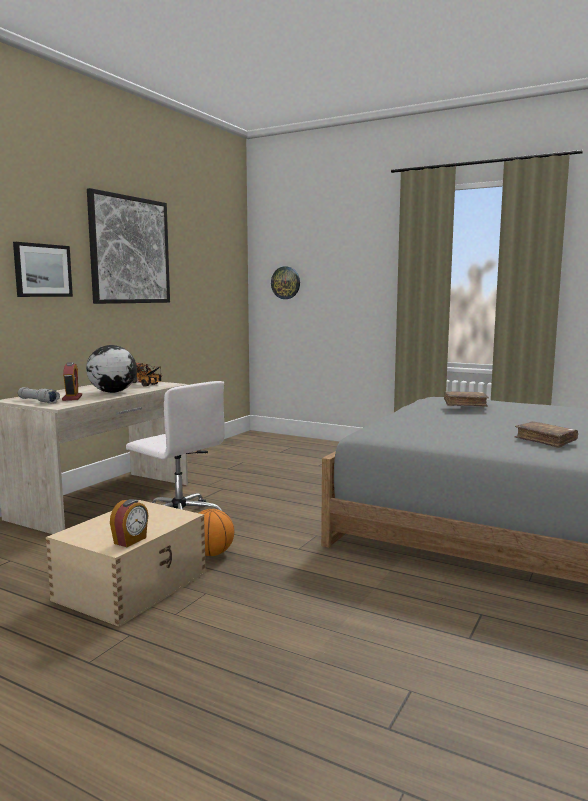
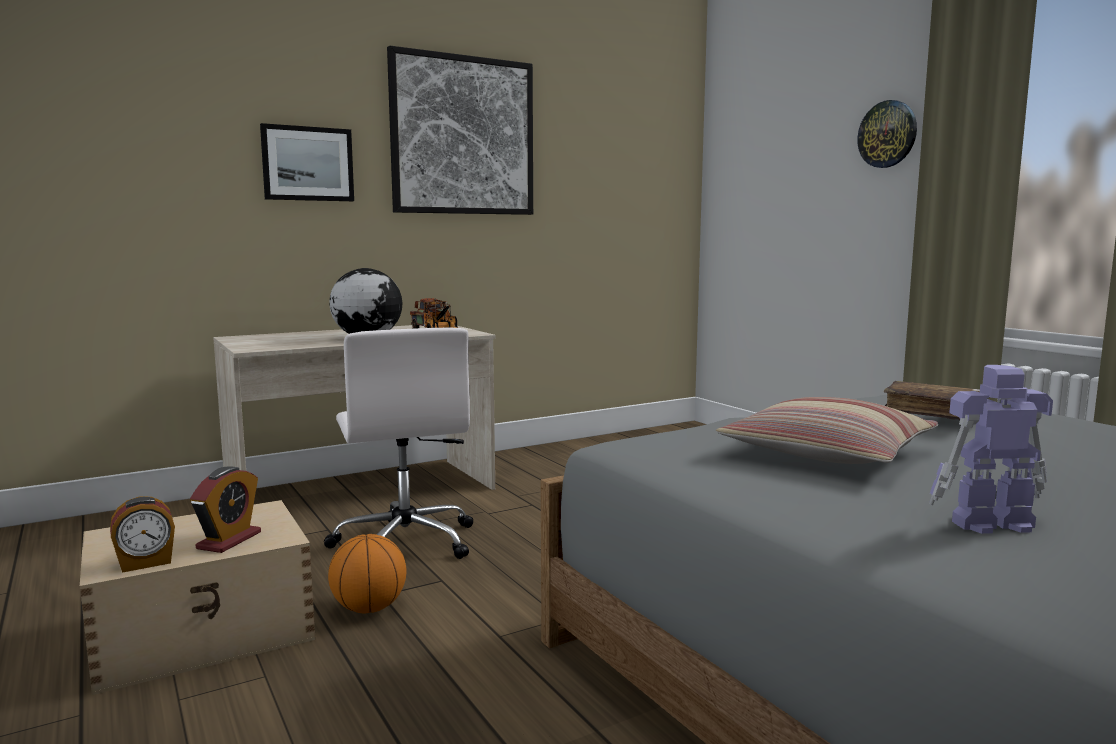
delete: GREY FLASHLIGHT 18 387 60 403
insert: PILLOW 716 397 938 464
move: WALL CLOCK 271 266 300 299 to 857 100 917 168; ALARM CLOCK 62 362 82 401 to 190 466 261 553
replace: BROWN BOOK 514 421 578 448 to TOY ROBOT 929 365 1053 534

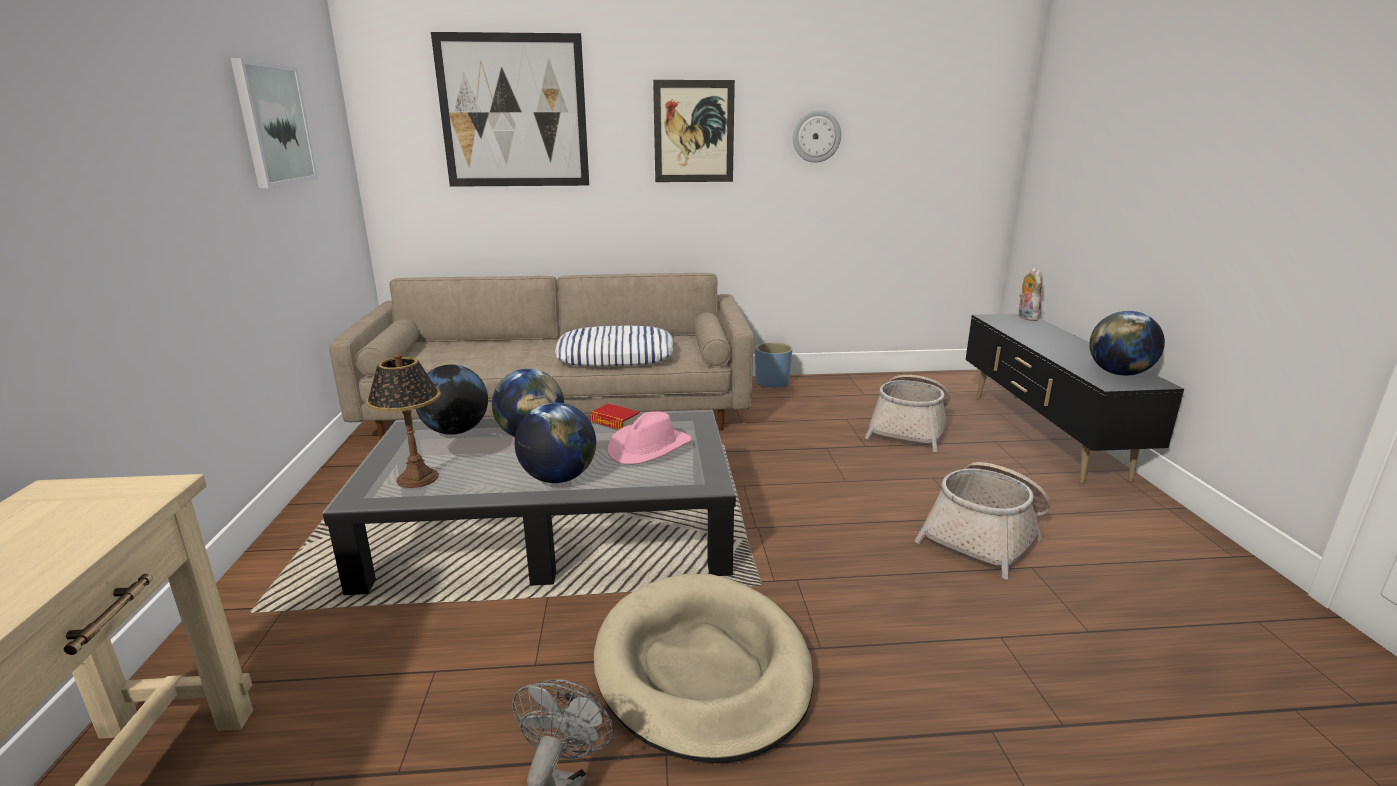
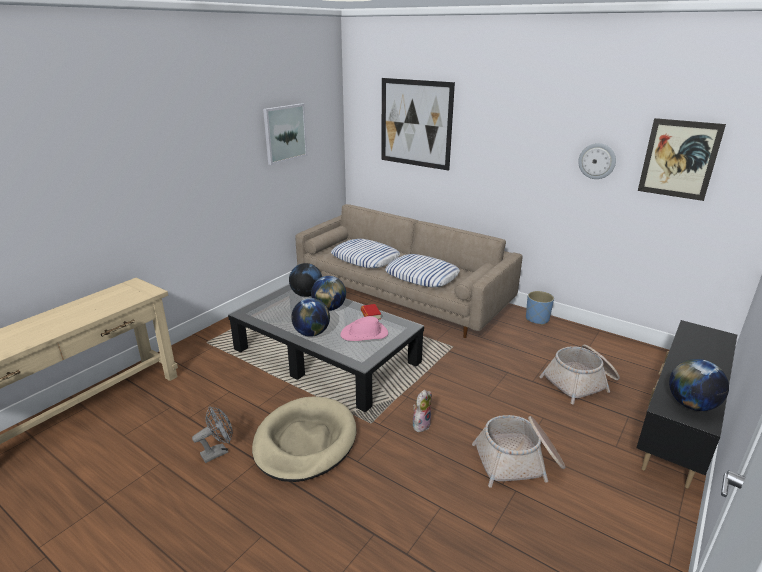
delete: TABLE LAMP 366 352 441 488
insert: PILLOW 331 239 400 268
move: PICTURE 653 80 735 182 to 638 118 726 201; PLUSH TOY 1019 268 1042 321 to 413 390 432 432

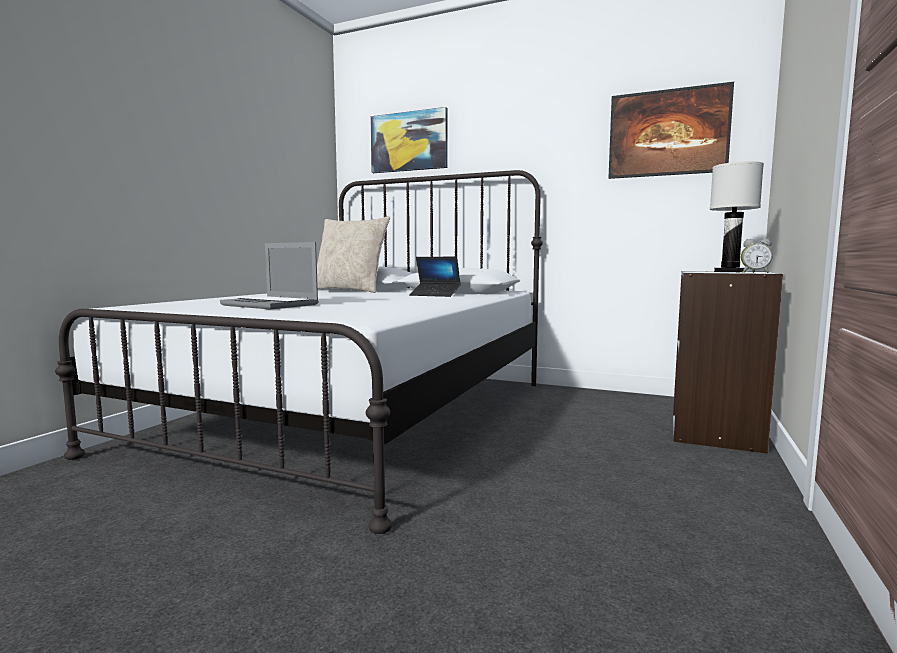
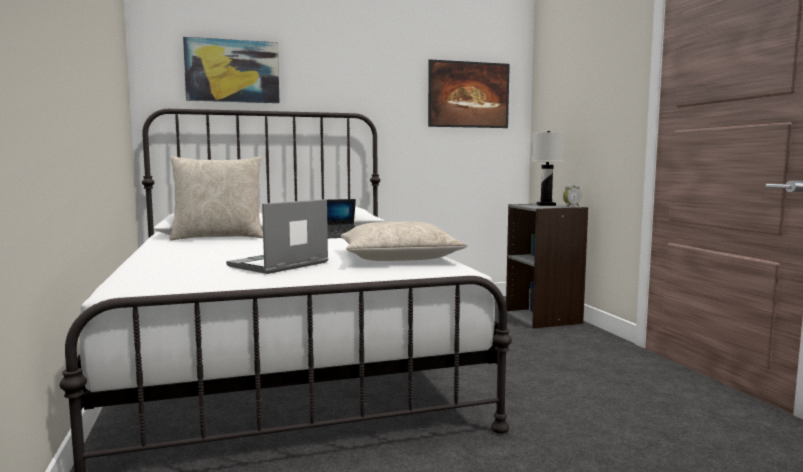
insert: BEIGE PILLOW 340 222 467 261
rotate: LAPTOP 220 242 319 309 = 226 199 329 274 135 degrees clockwise

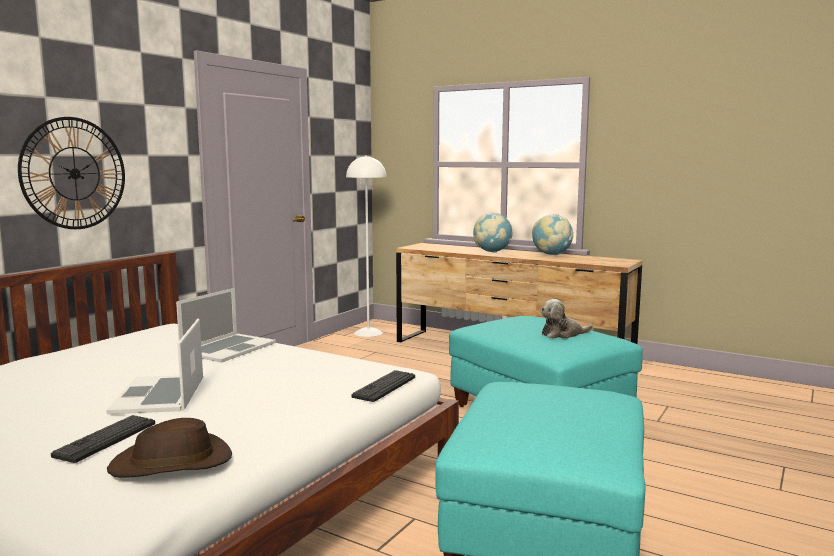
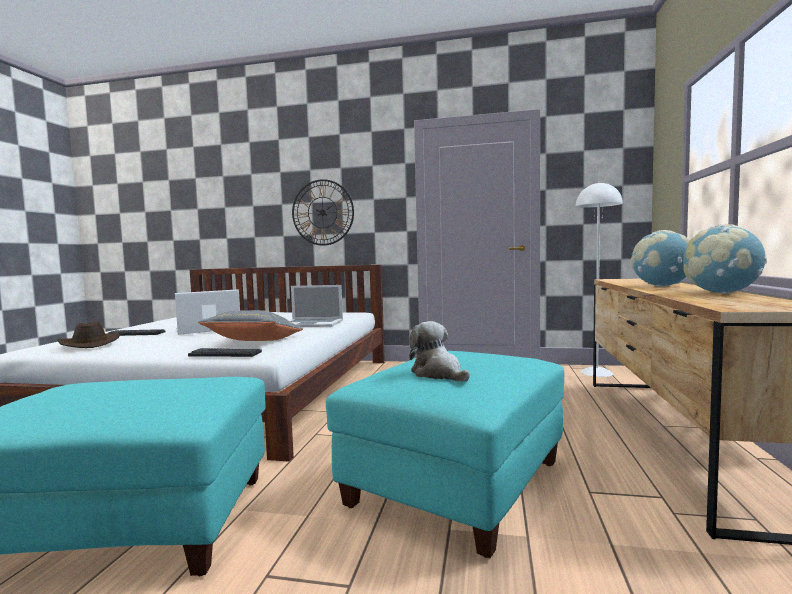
insert: GREY PILLOW 198 310 303 341

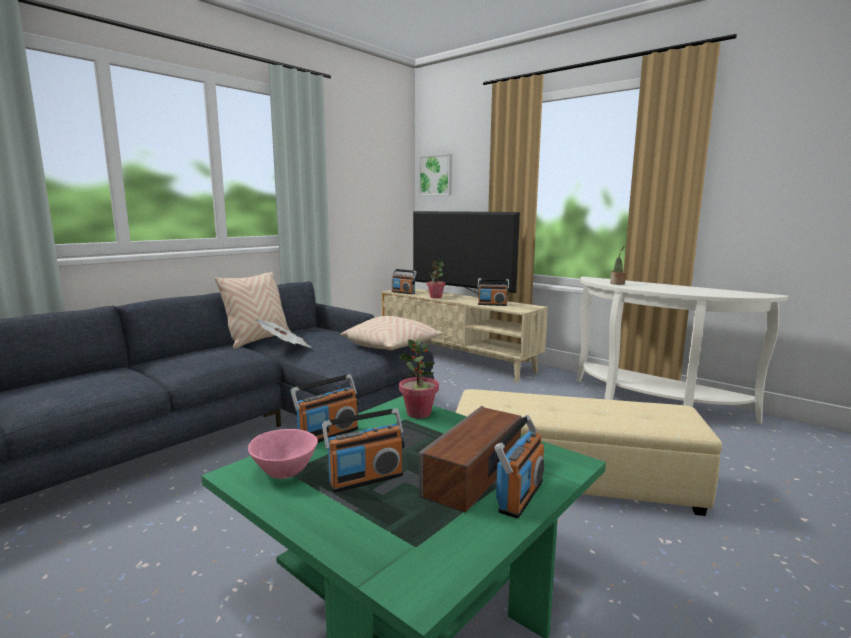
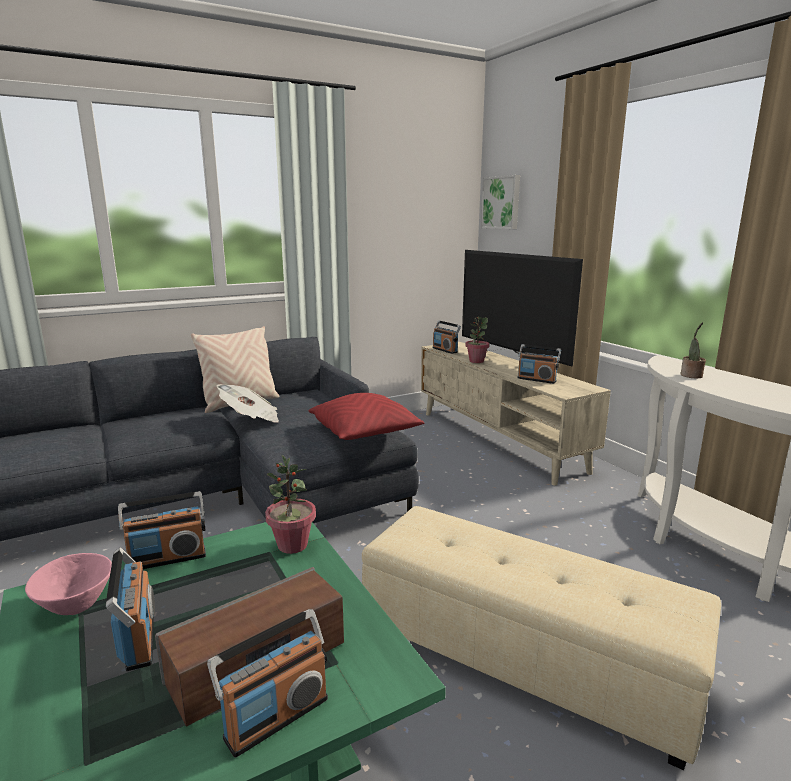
recolor: BEIGE PILLOW 341 316 443 350 to RED PILLOW 308 393 425 440
rotate: RADIO 322 408 404 493 = 106 548 155 671 105 degrees counterclockwise

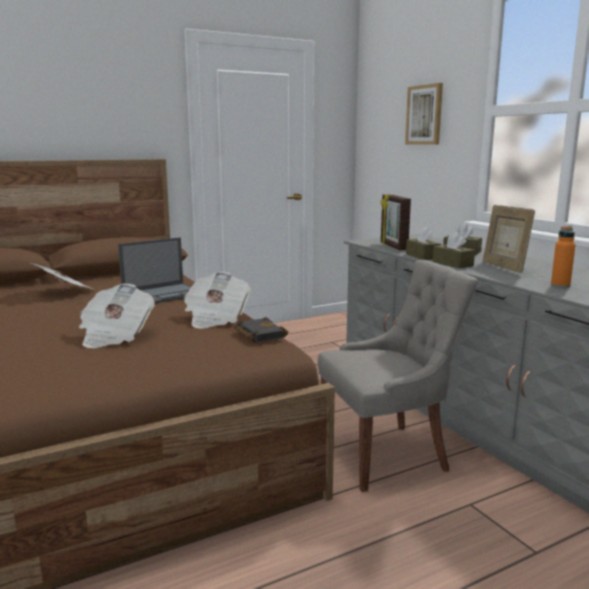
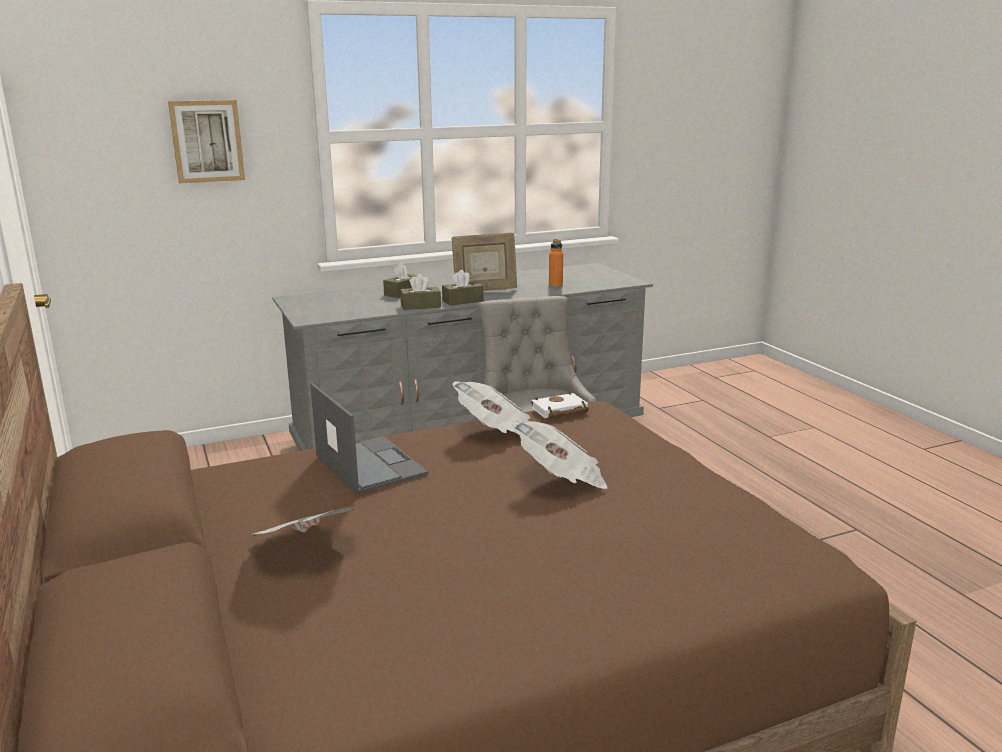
delete: PICTURE FRAME 381 194 411 250
recolor: BLACK BOOK 234 317 289 343 to WHITE BOOK 531 391 589 419

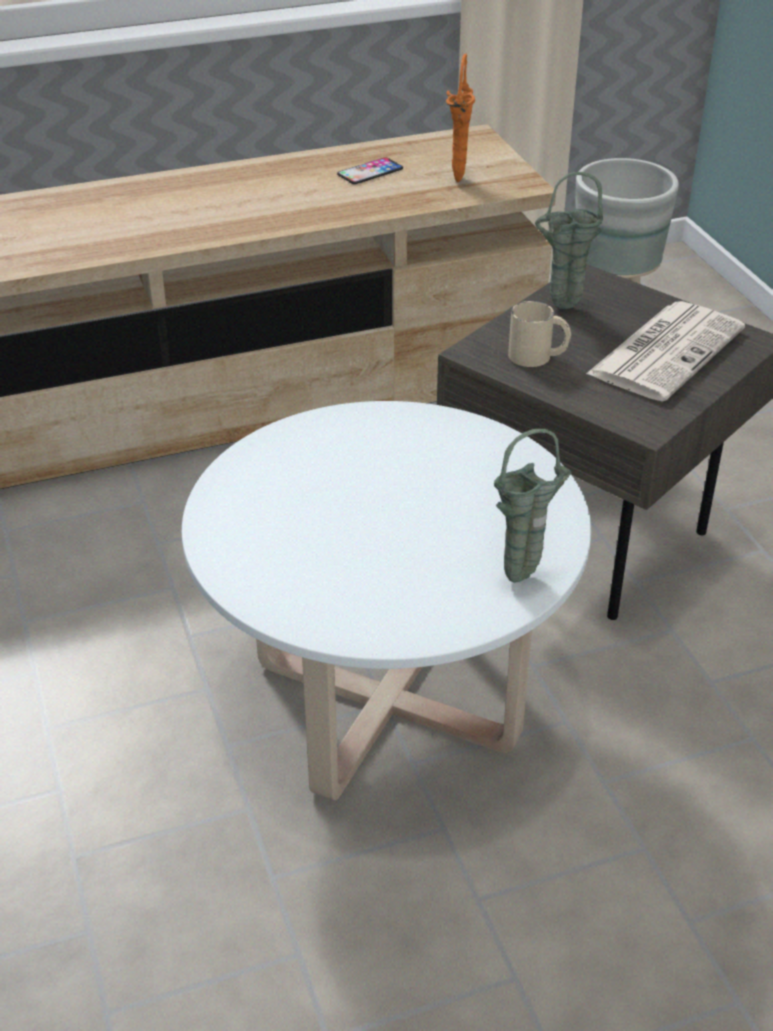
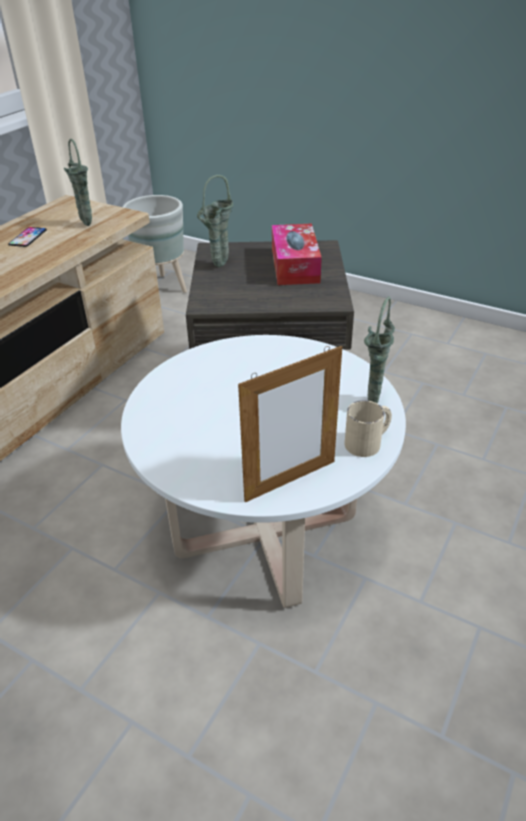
insert: PICTURE FRAME 238 346 342 503
move: BEIGE MUG 508 301 571 367 to 345 400 392 457
replace: NEWSPAPER 586 301 745 402 to TISSUE BOX 272 224 322 285
recolor: ORANGE VASE 446 54 475 182 to GREEN VASE 64 139 92 226

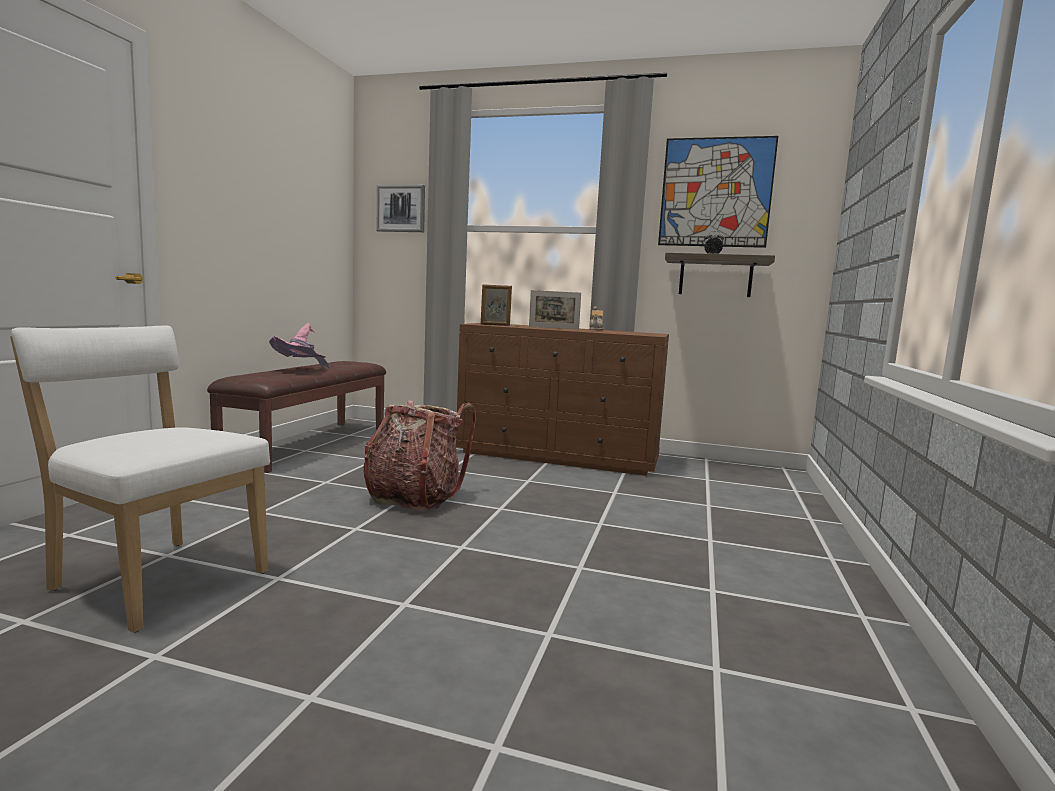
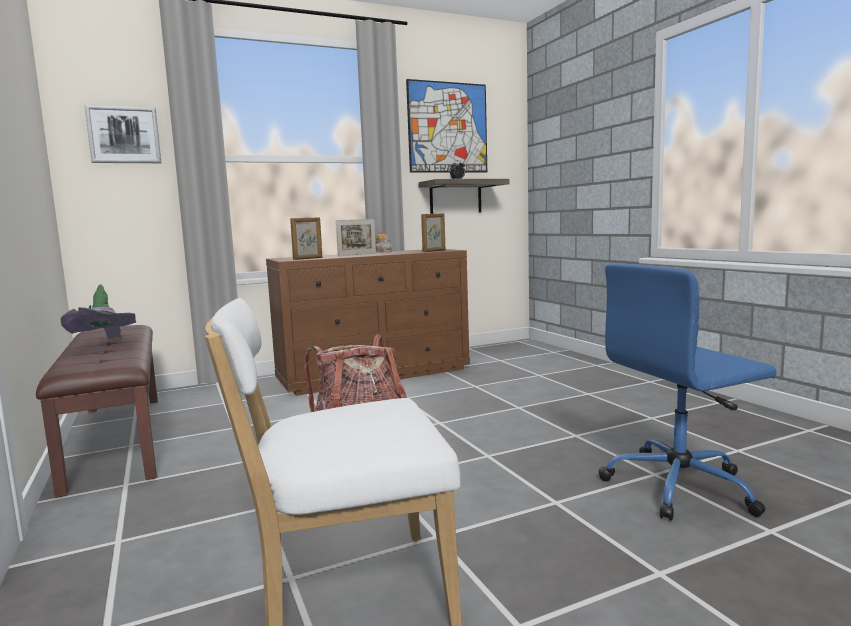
insert: PICTURE FRAME 421 213 445 252; BLUE OFFICE CHAIR 598 263 777 521
recolor: PINK HAT 269 323 330 368 to GREEN HAT 61 285 136 339

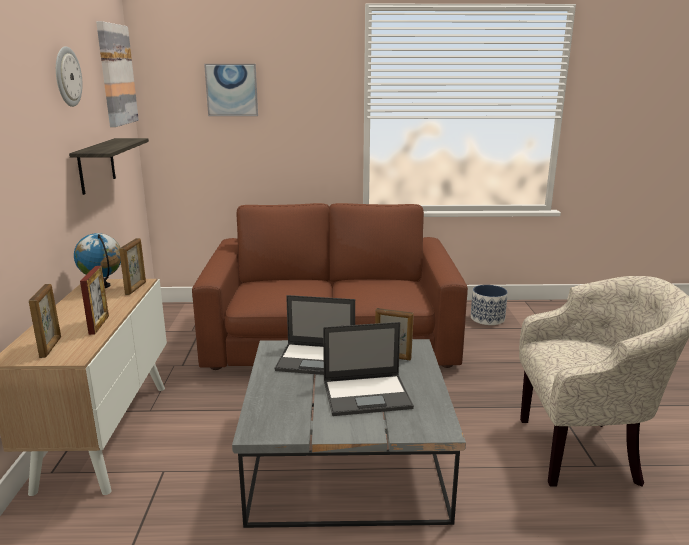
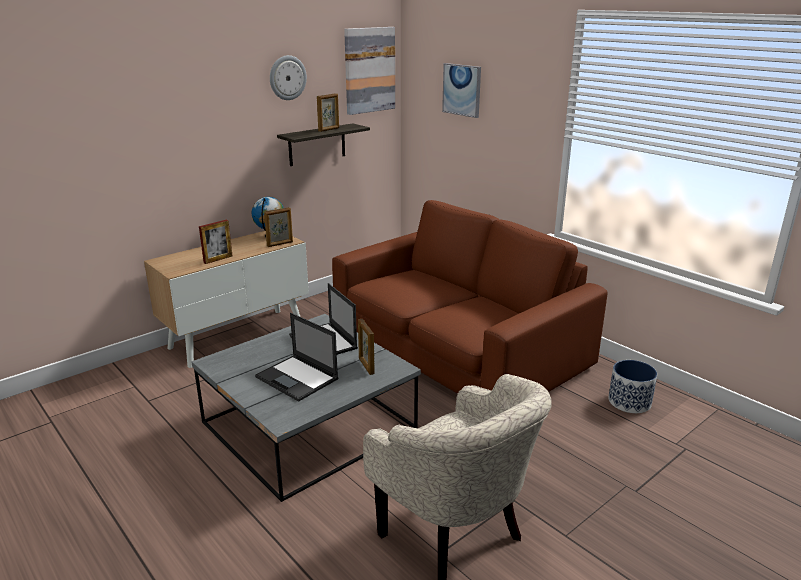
move: PICTURE FRAME 29 284 61 358 to 317 93 339 132

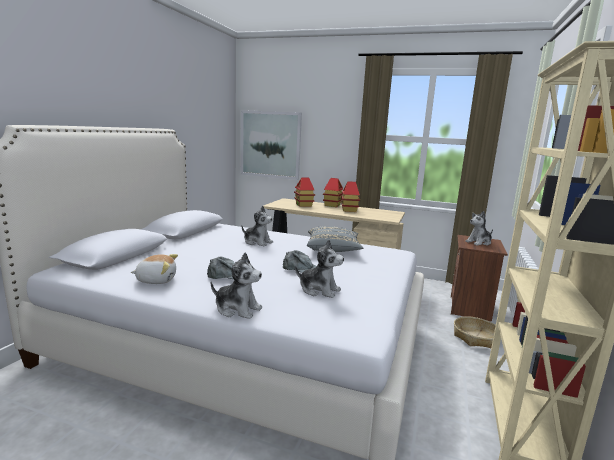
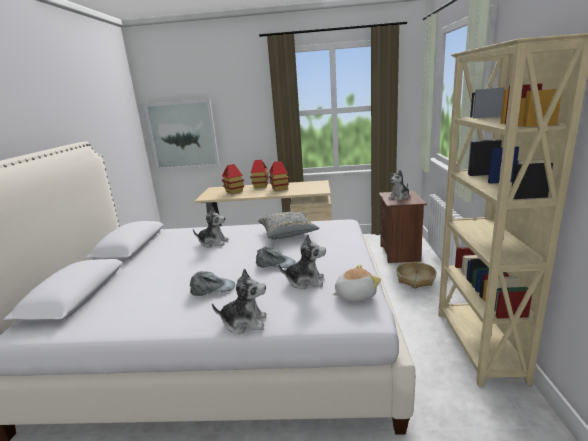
move: PLUSH TOY 131 254 178 284 to 333 264 381 302

